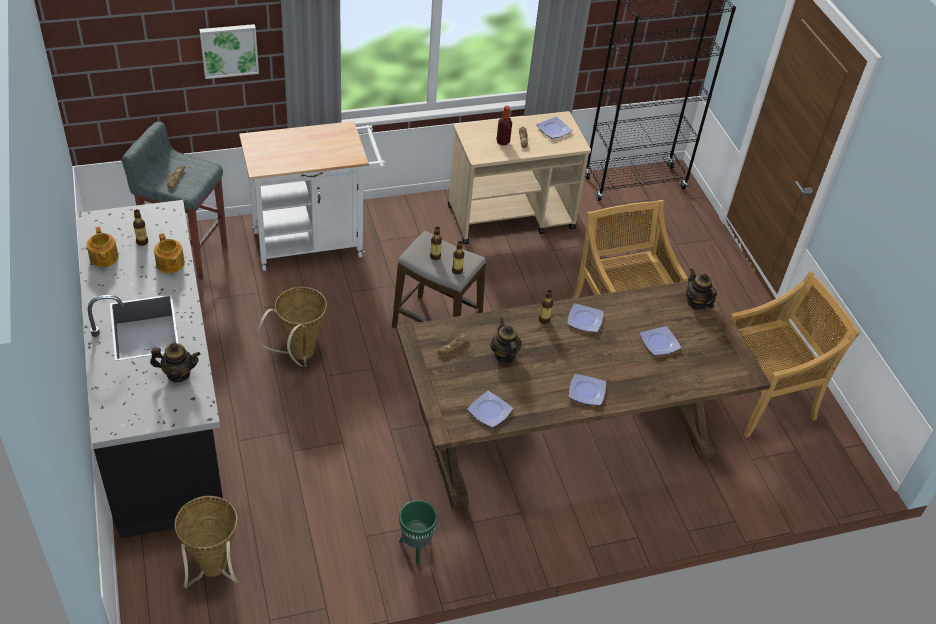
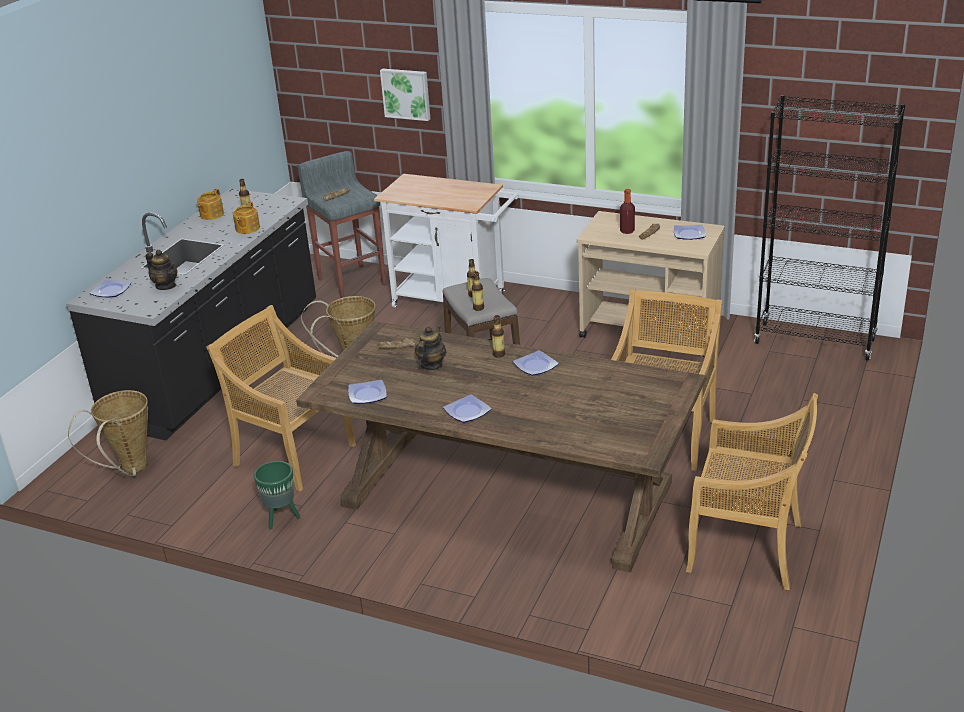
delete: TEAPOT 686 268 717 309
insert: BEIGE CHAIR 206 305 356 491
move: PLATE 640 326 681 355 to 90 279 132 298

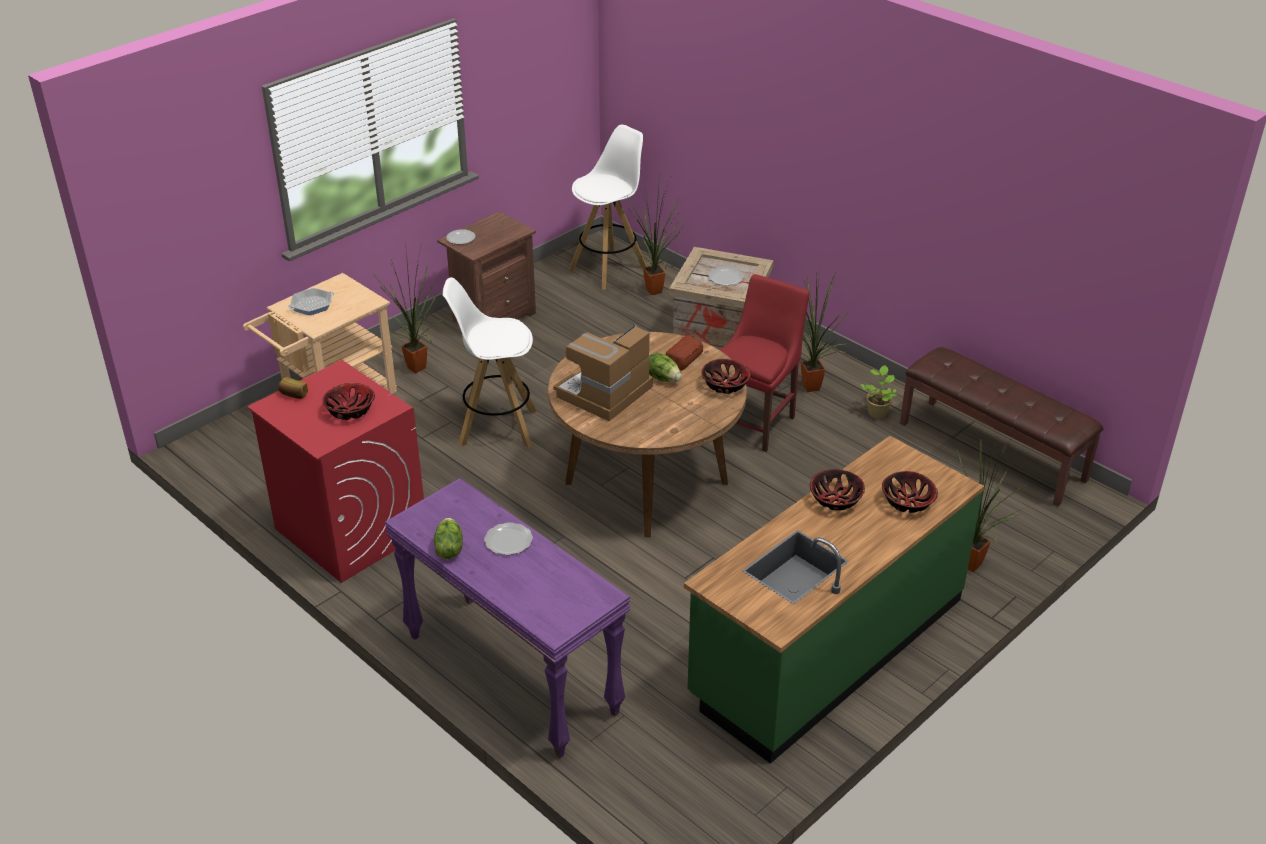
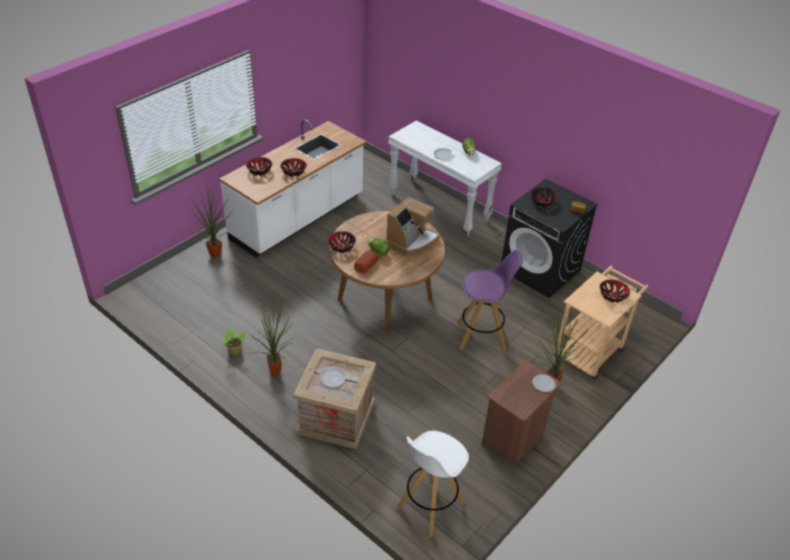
delete: POTTED PLANT 625 177 684 295; RED CHAIR 720 274 810 452; BROWN BENCH 900 347 1103 507
replace: FRYING PAN 288 288 334 315 to BOWL 600 279 630 302
recolor: WHITE STOOL 442 277 537 448 to PURPLE STOOL 457 249 523 350; RED WASHING MACHINE 247 360 424 583 to BLACK WASHING MACHINE 501 179 598 298; GREEN COUNTER 684 436 984 764 to WHITE COUNTER 219 119 366 257; PURPLE CONSOLE TABLE 385 478 630 758 to WHITE CONSOLE TABLE 388 120 502 237

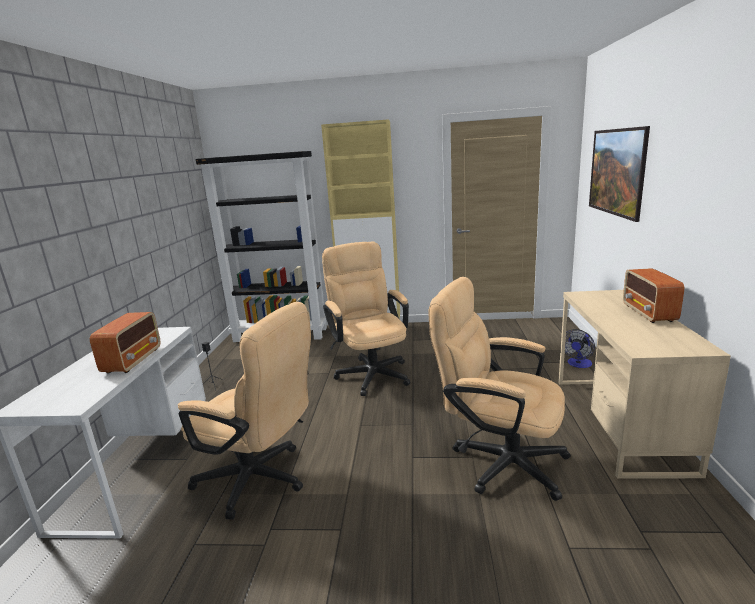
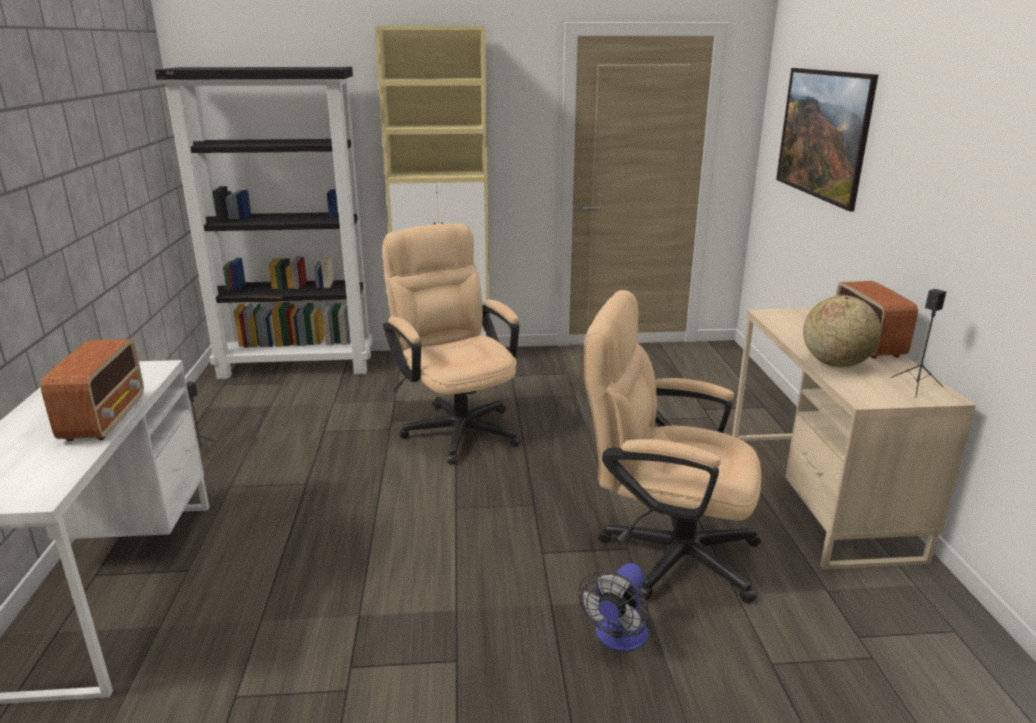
delete: BEIGE OFFICE CHAIR 178 302 311 519
insert: BLACK SPEAKER 891 289 946 398; GLOBE 803 295 881 367
move: FAN 565 329 595 368 to 578 563 649 651

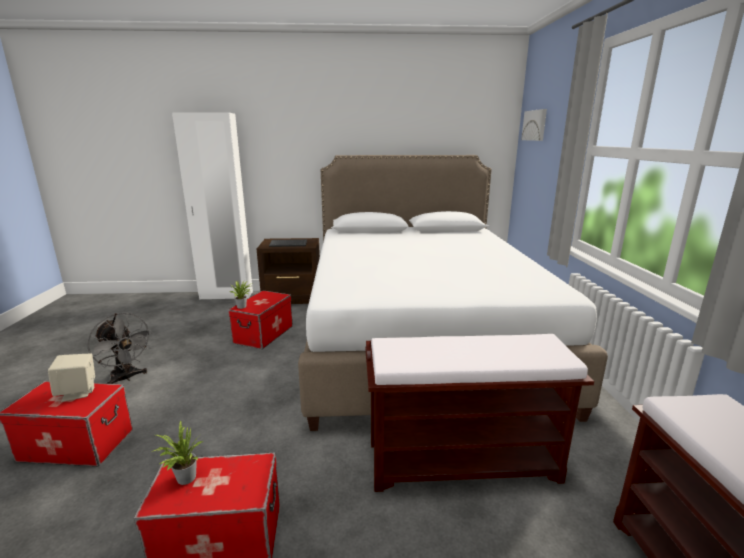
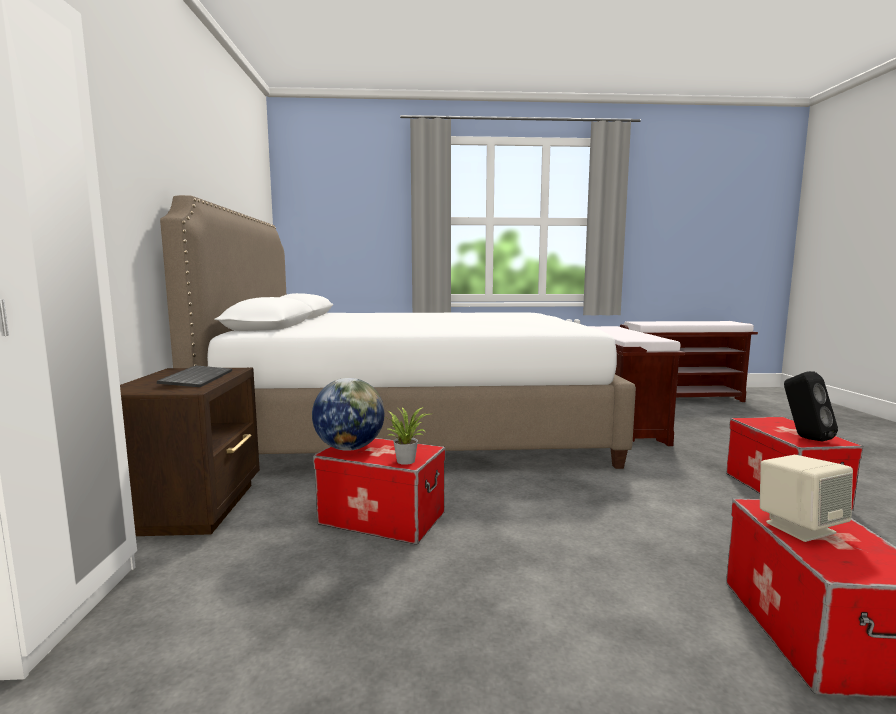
delete: PICTURE 521 109 547 141; GREY FAN 87 313 153 384
insert: GLOBE 312 378 385 451
replace: POTTED PLANT 152 420 203 485 to BLACK SPEAKER 784 371 838 442

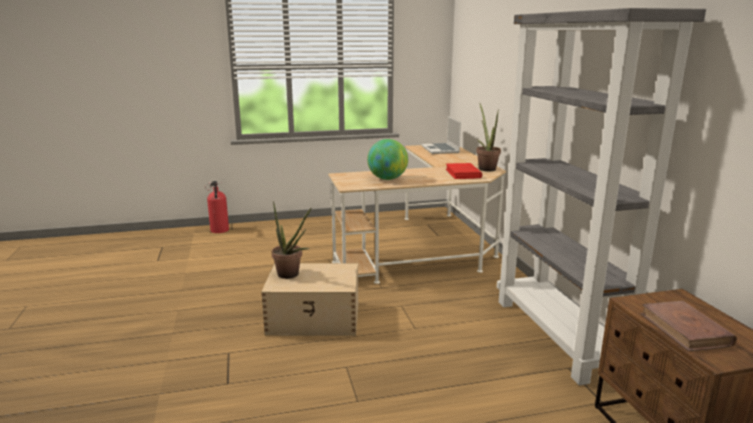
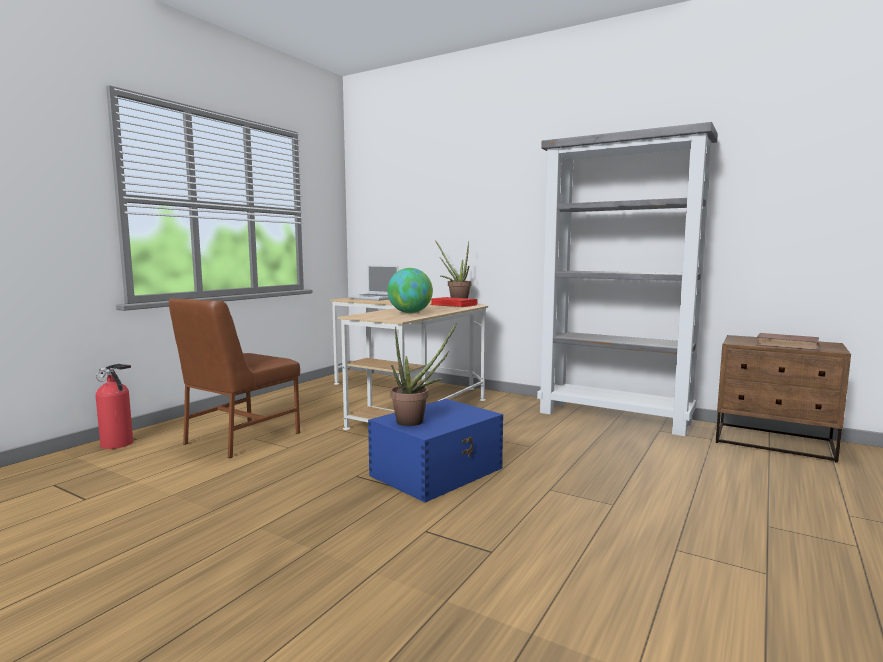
insert: BROWN CHAIR 169 298 300 458
recolor: BEIGE STORAGE BOX 261 263 358 336 to BLUE STORAGE BOX 368 399 503 503

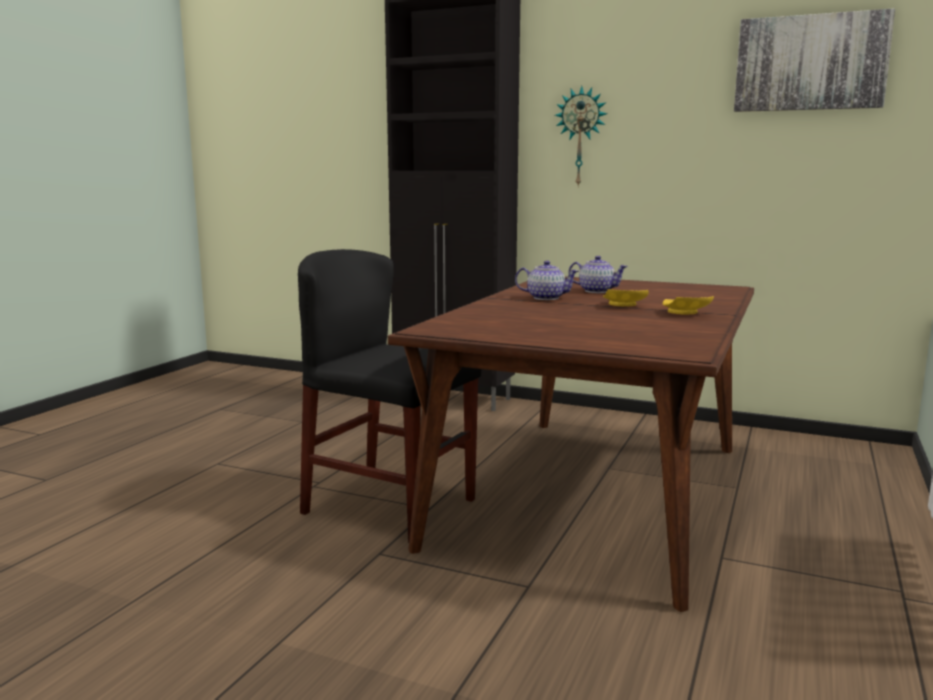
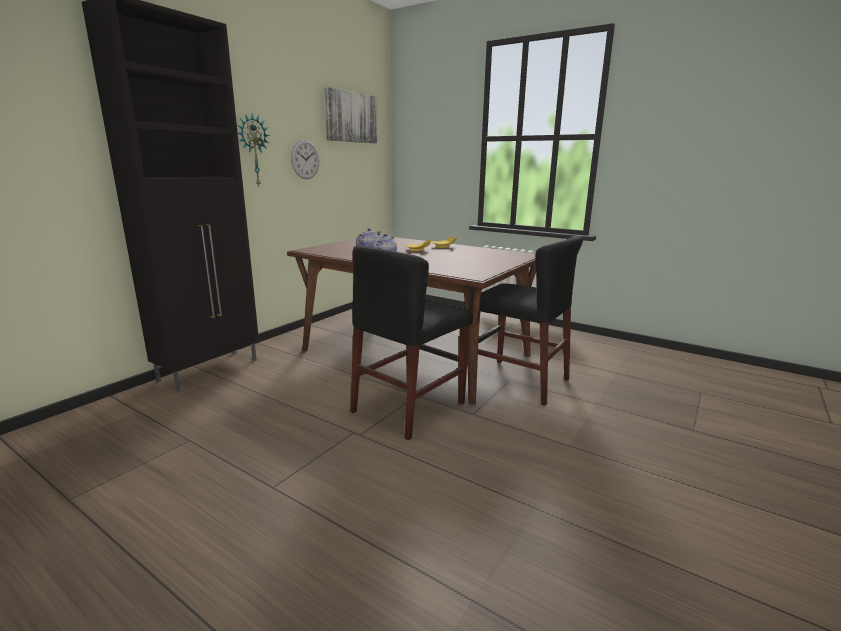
insert: WALL CLOCK 291 140 320 179; BLACK CHAIR 478 236 583 406

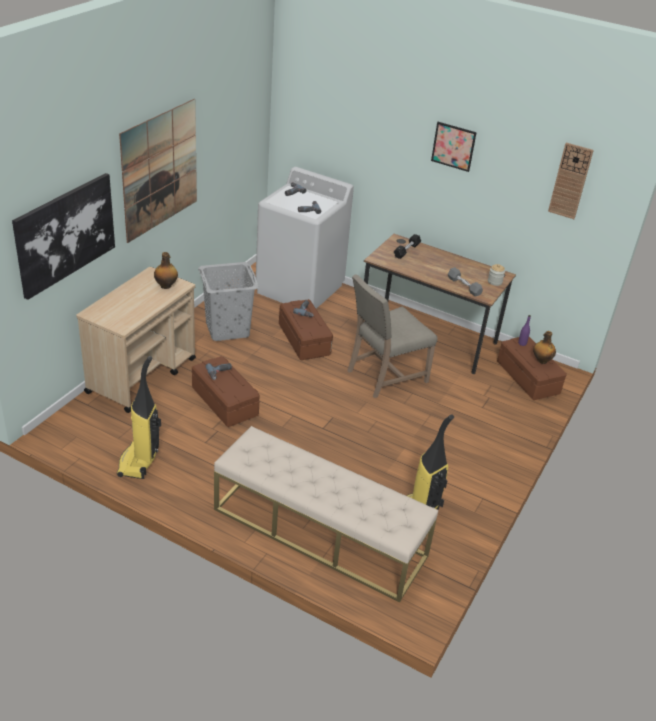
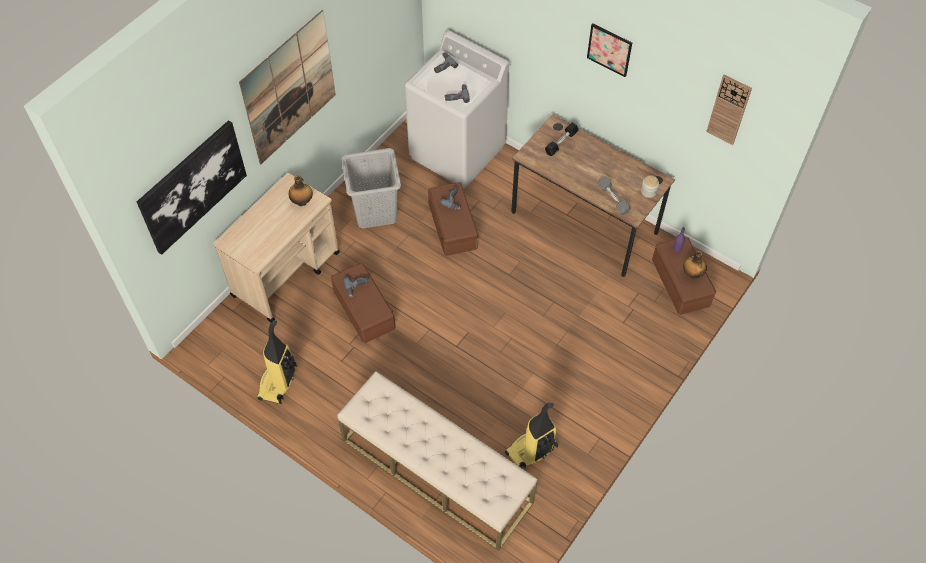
delete: BEIGE CHAIR 347 274 437 398

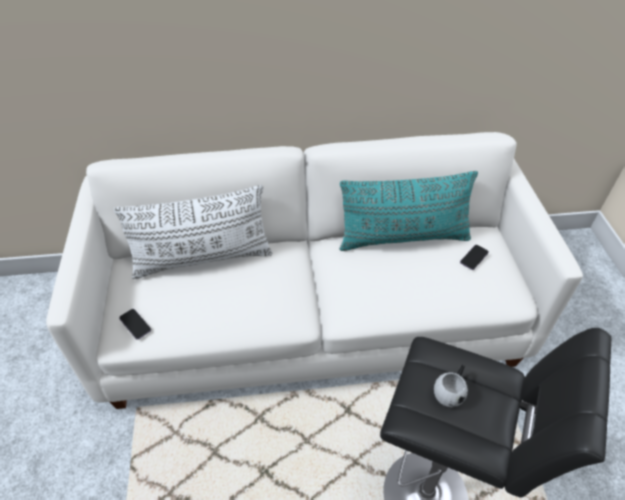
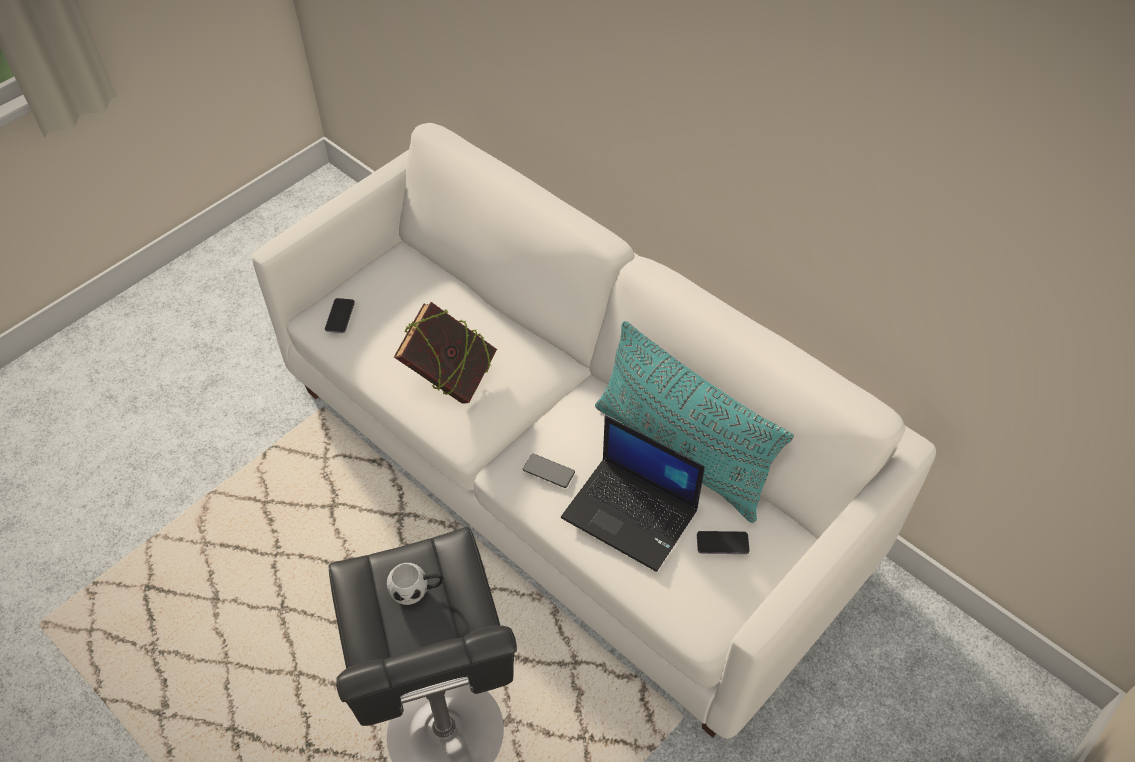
delete: WHITE PILLOW 114 185 273 279
insert: BOOK 394 302 497 404; LAPTOP 561 415 705 572; PHONE 523 454 575 488

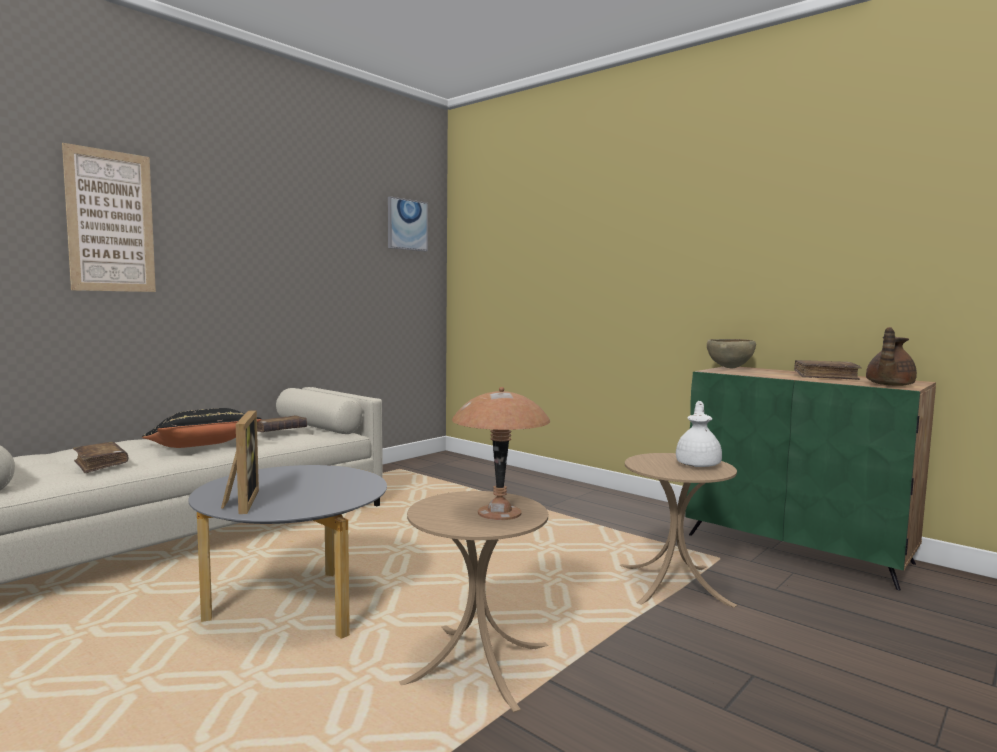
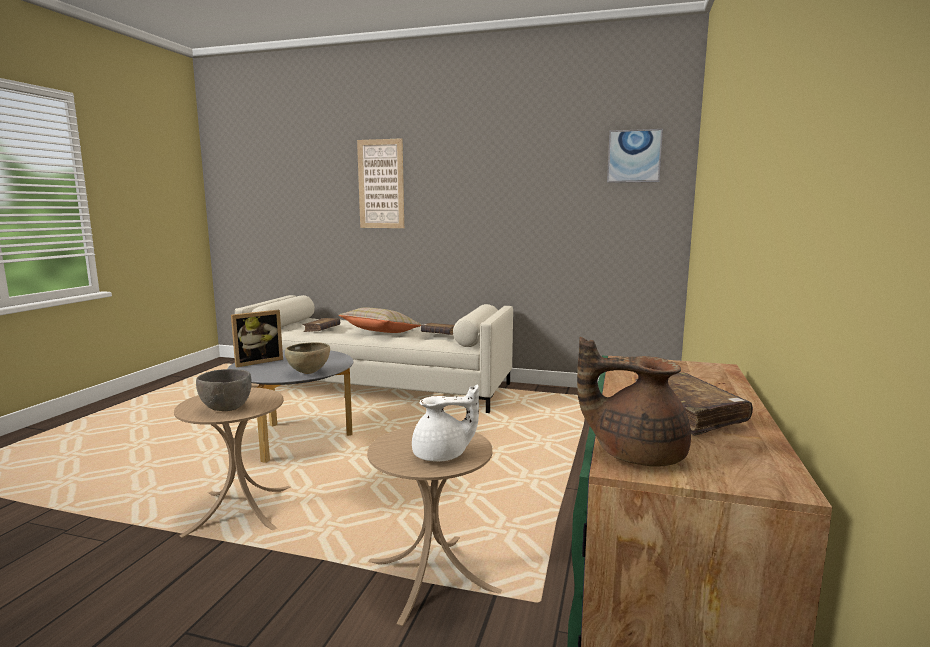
move: BROWN BOWL 707 339 756 368 to 285 342 330 374
replace: BROWN TABLE LAMP 452 387 550 520 to GREY BOWL 196 369 252 411
recolor: BLACK PILLOW 142 408 262 448 to BEIGE PILLOW 339 307 422 333

